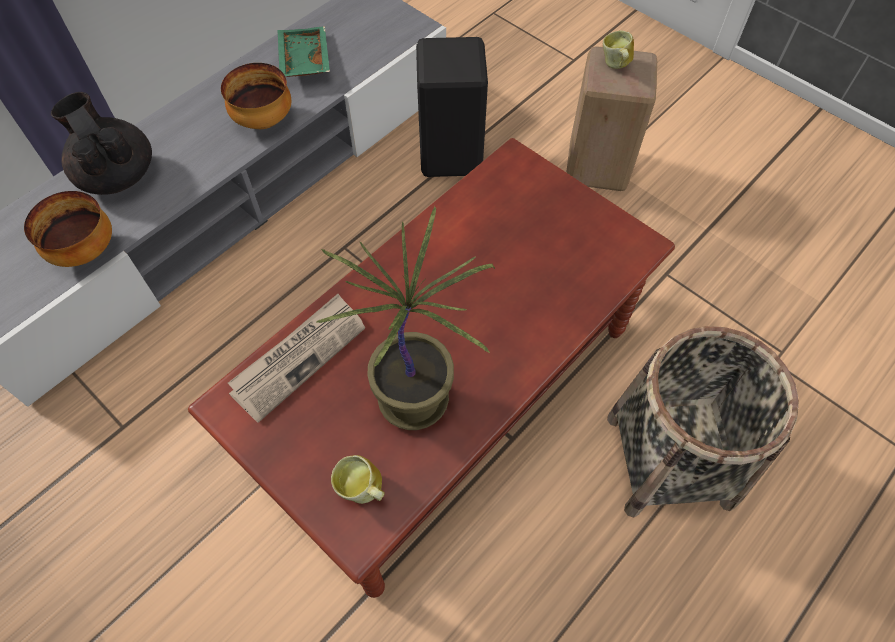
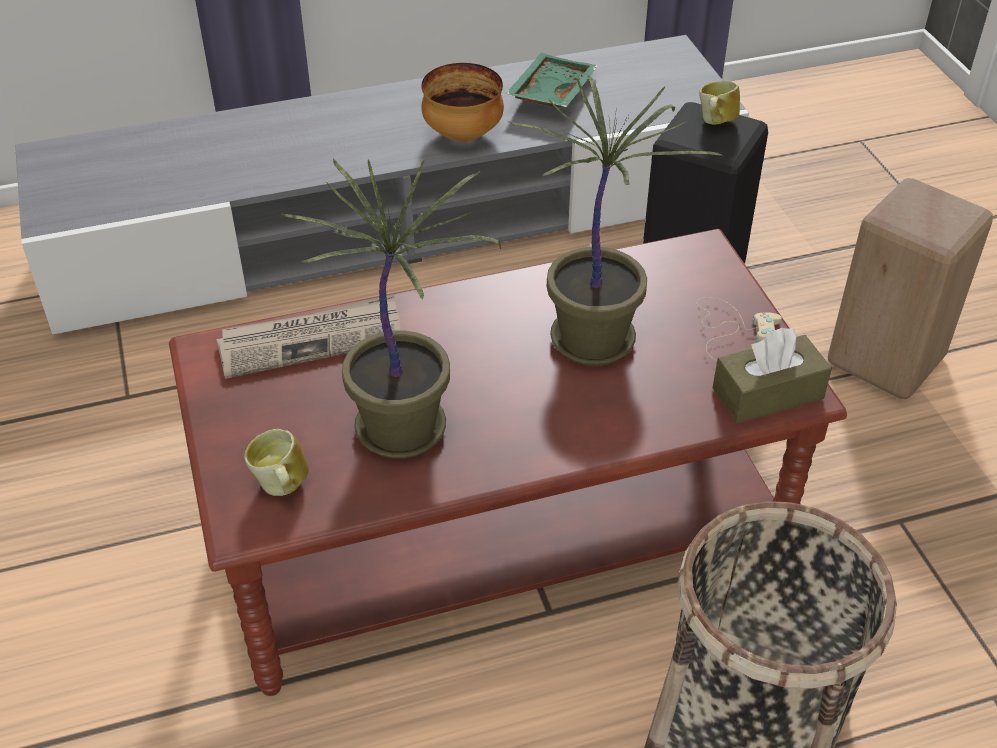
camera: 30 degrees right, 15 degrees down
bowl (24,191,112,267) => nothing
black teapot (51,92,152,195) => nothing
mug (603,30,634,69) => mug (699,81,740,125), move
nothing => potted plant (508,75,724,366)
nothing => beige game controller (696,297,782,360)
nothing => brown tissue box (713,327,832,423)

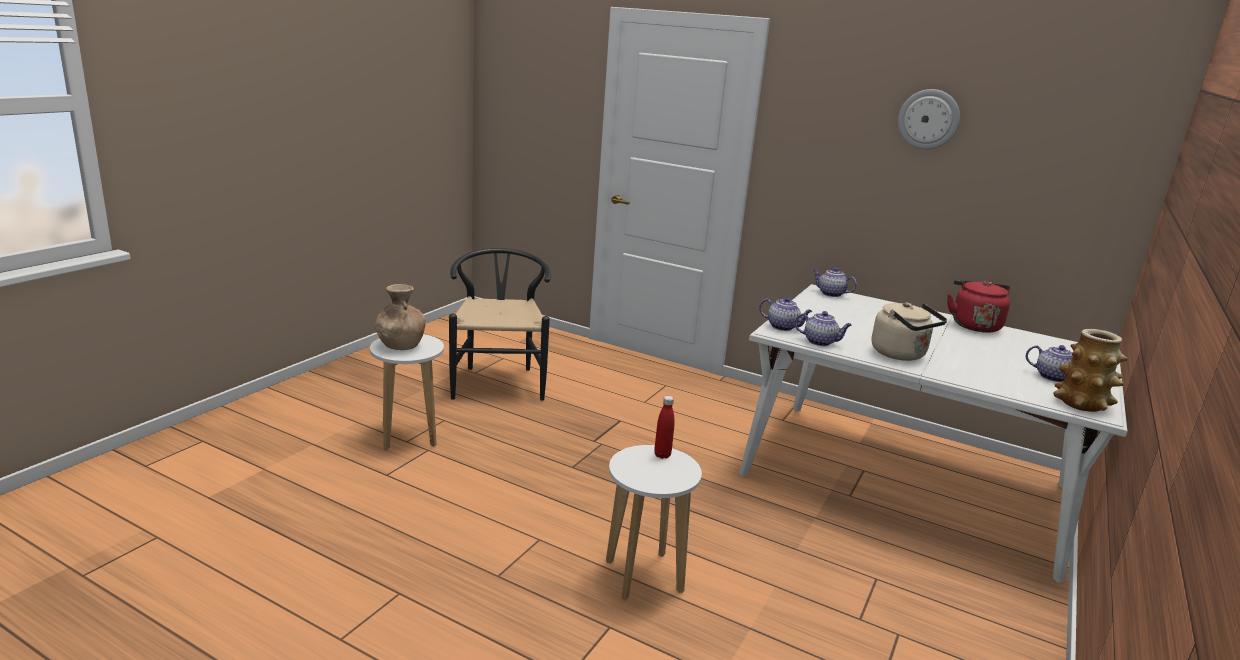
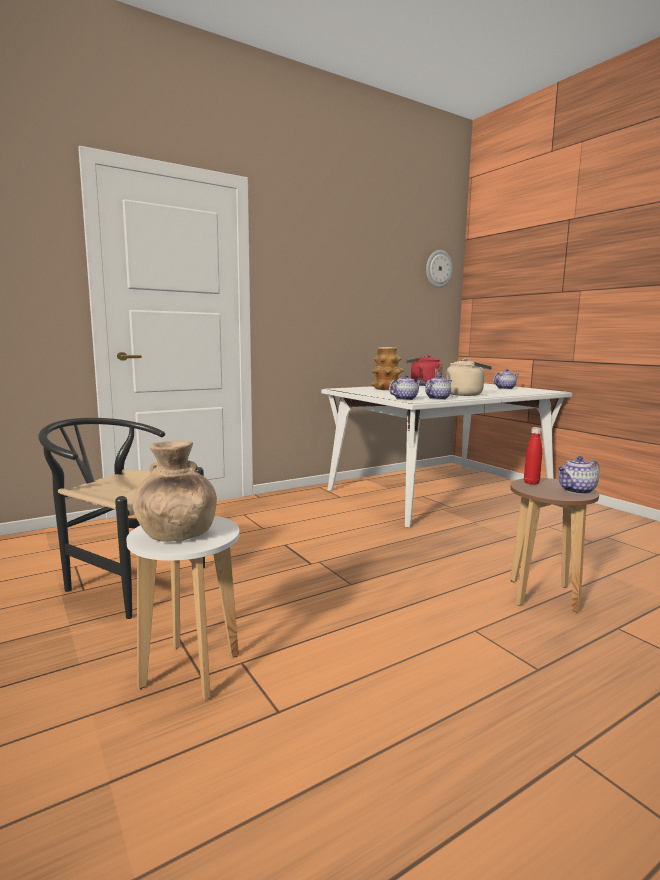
camera: 60 degrees left, 10 degrees down
white stool (606,445,702,601) => brown stool (510,478,599,613)
teapot (813,267,857,297) => teapot (558,456,600,494), move
wall clock (898,89,960,150) => wall clock (426,250,453,288), move
vase (1053,329,1127,412) => vase (371,347,404,390), move

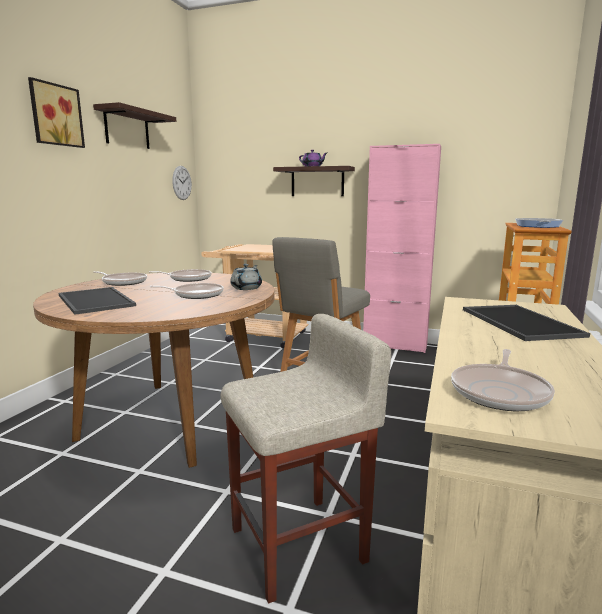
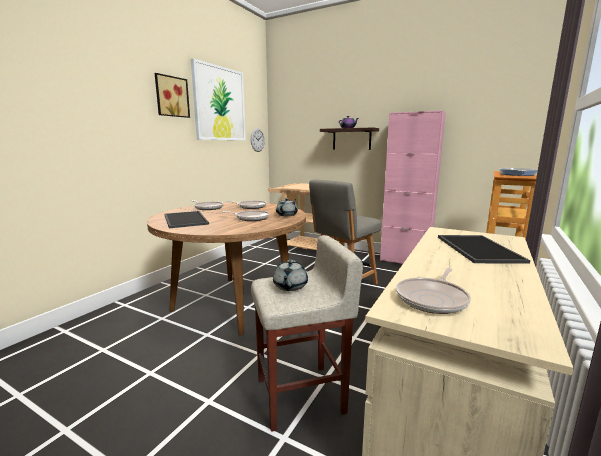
camera: 10 degrees right, 0 degrees up
shelf (93,102,176,149) => picture (191,59,246,140)
nothing => grey teapot (273,260,308,291)

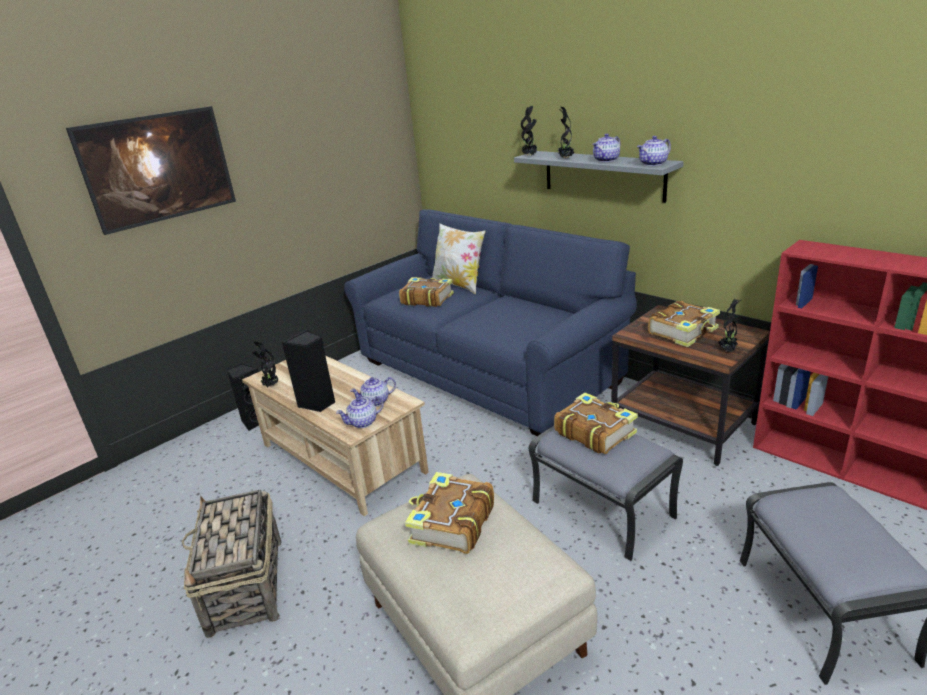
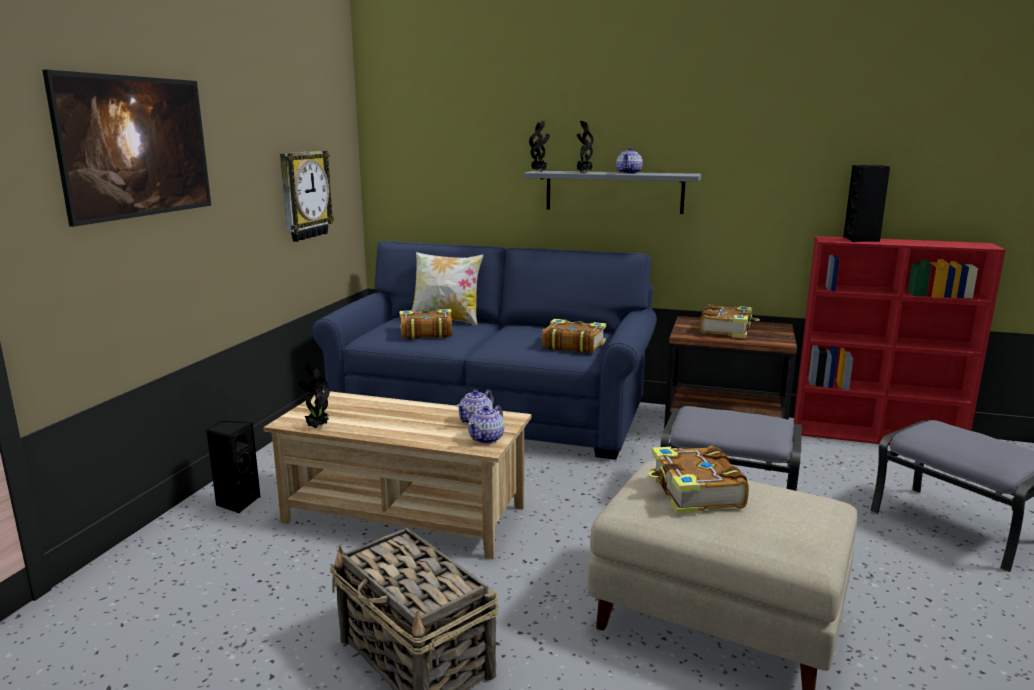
camera: 30 degrees left, 10 degrees down
black speaker (282,330,335,412) => black speaker (843,165,890,242), move
book (554,393,638,454) => book (542,319,606,354), move
teapot (637,136,671,166) => nothing
potted plant (718,299,742,352) => nothing
nothing => wall clock (280,151,334,242)

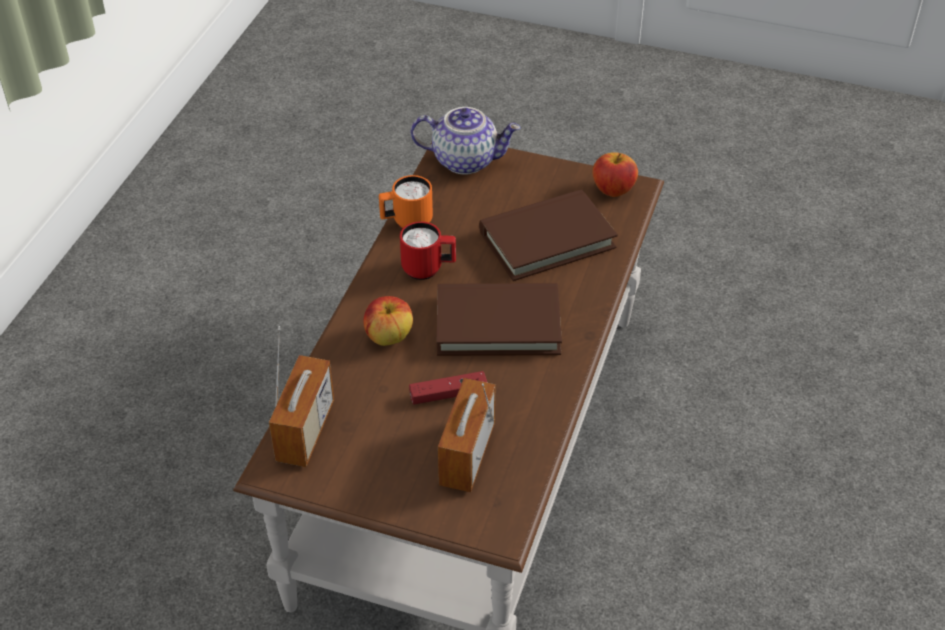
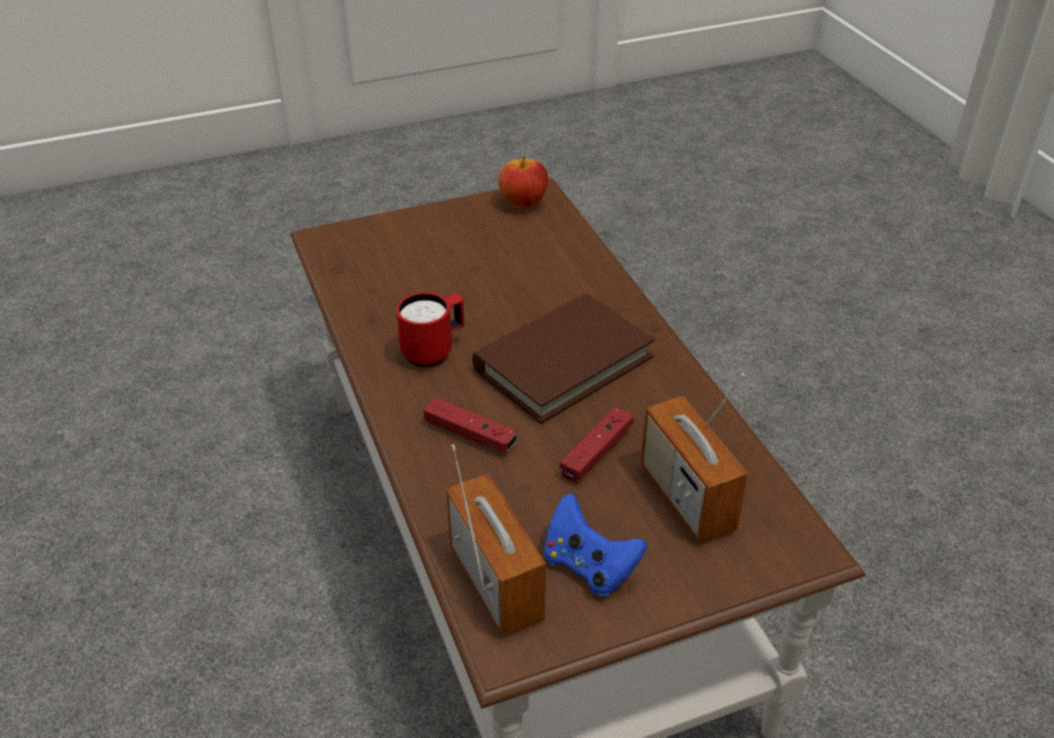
camera: 40 degrees left, 5 degrees down
apple (364,296,413,346) => red game controller (424,398,517,453)
orange mug (379,175,433,229) => nothing
teapot (411,107,521,175) => nothing
brown book (479,189,618,281) => nothing
nothing => blue game controller (544,494,647,596)

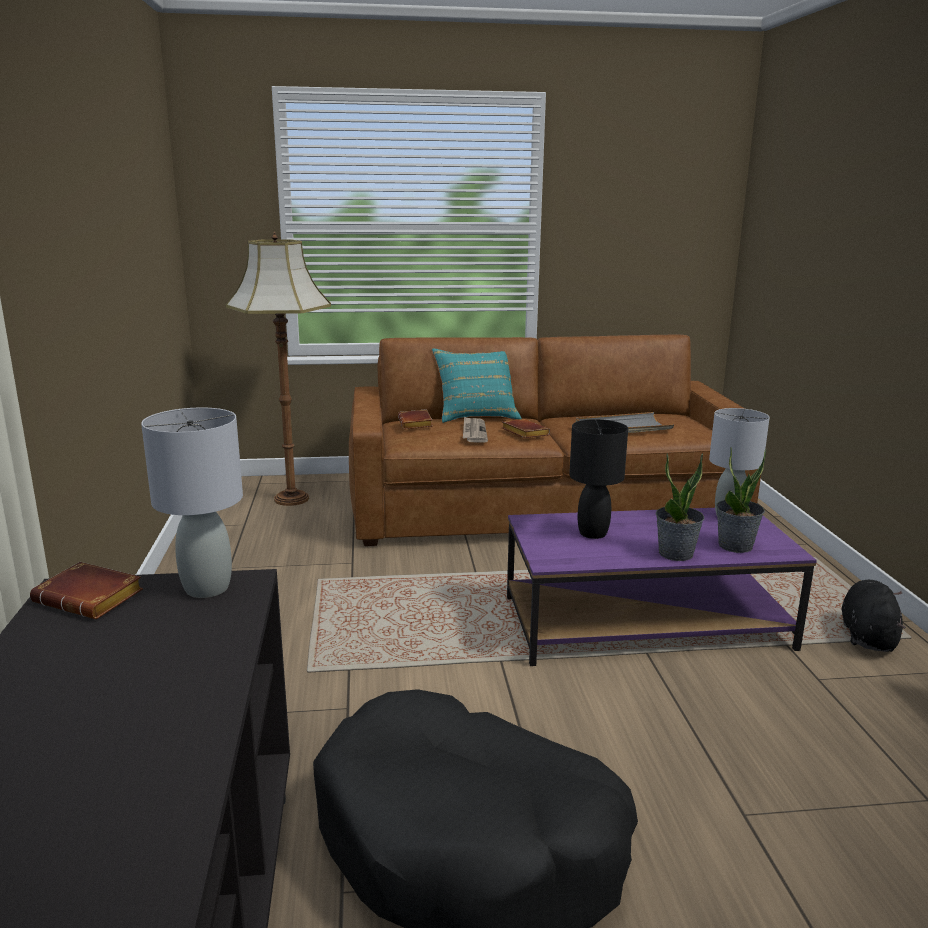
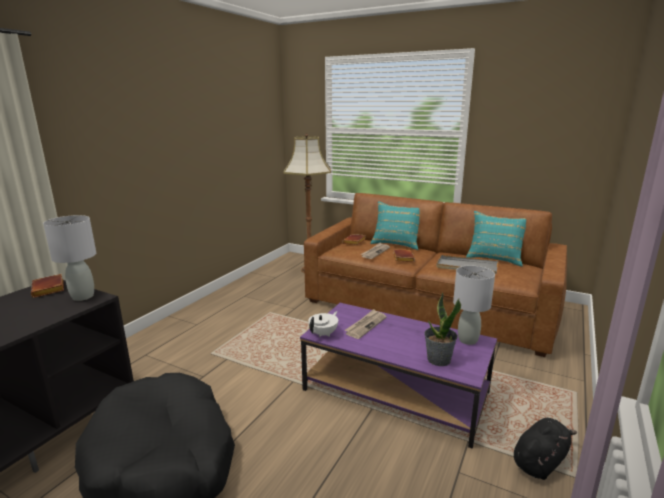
camera: 35 degrees right, 0 degrees up
black table lamp (569,419,628,539) => newspaper (344,309,386,339)
potted plant (656,453,704,561) => nothing
nothing => white teapot (308,311,338,337)
nothing => turquoise pillow (466,211,526,267)

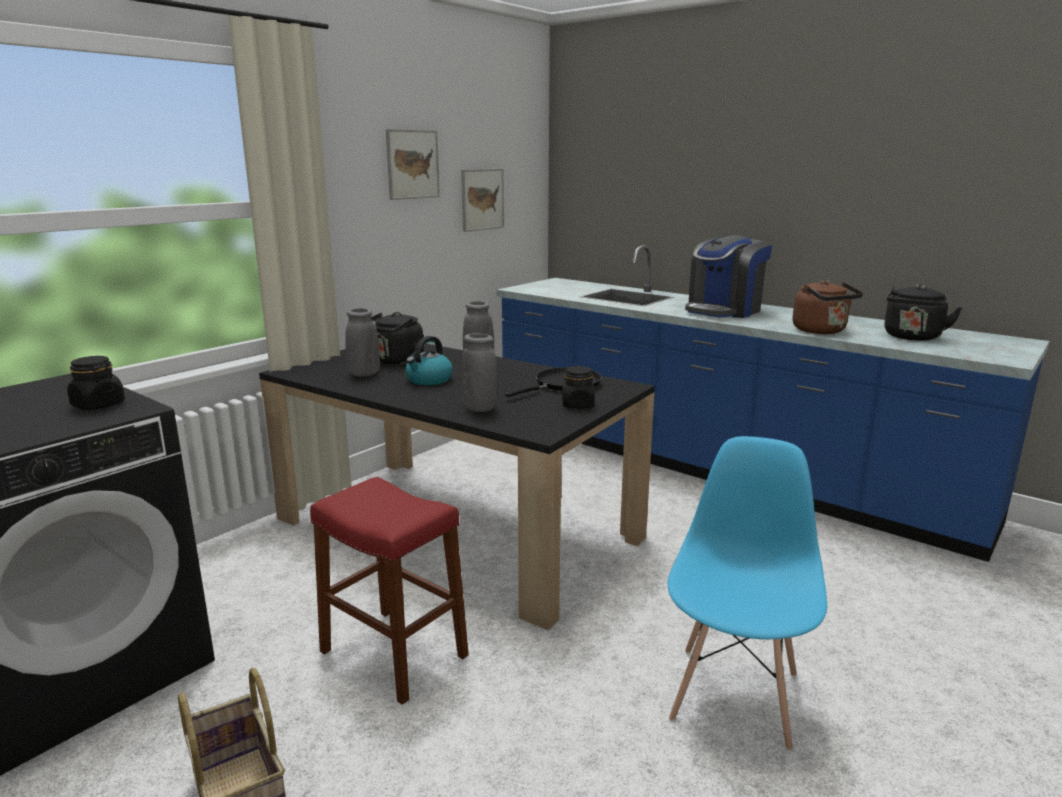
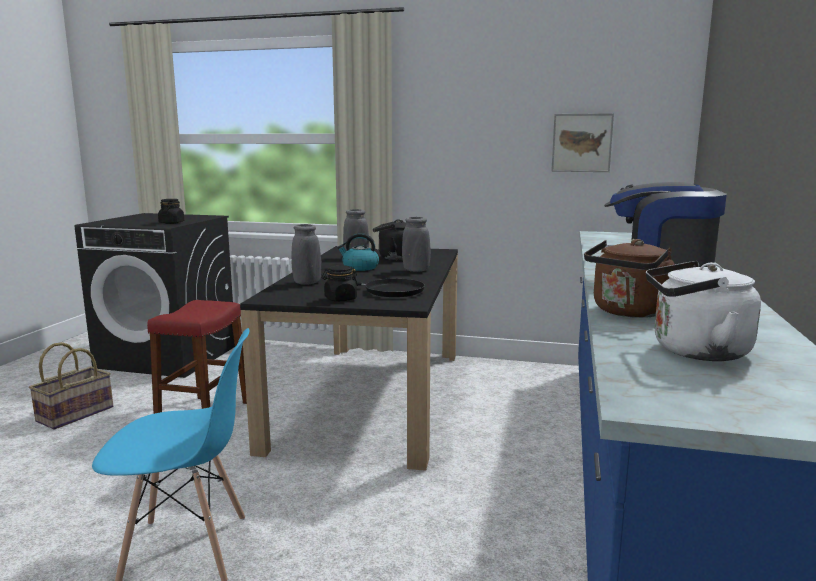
camera: 65 degrees right, 5 degrees down
picture (386,129,440,200) => nothing
black kettle (885,285,963,341) => white kettle (646,261,761,361)

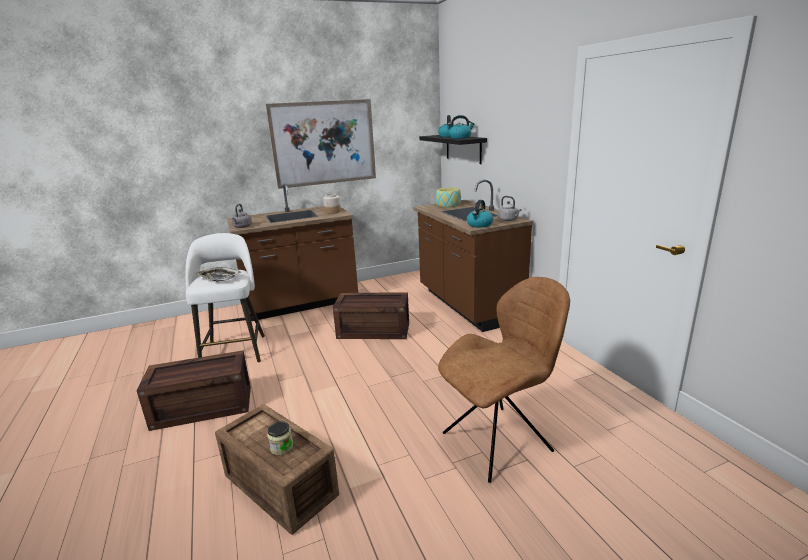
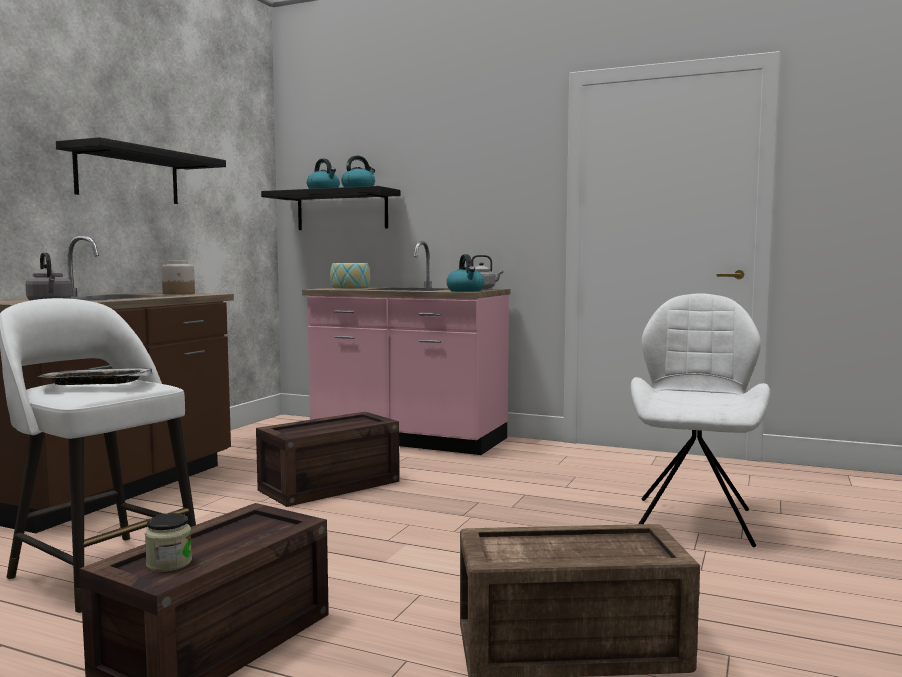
camera: 45 degrees left, 15 degrees down
picture (266,99,376,189) => black shelf (56,137,226,204)
jar (267,421,293,455) => jar (145,513,192,572), move
brown counter (413,179,533,332) => pink counter (302,241,511,455)
brown chair (438,277,570,483) => white chair (630,293,770,547)

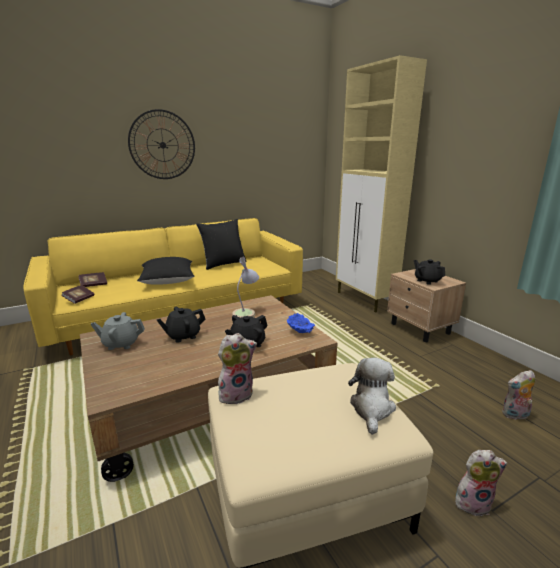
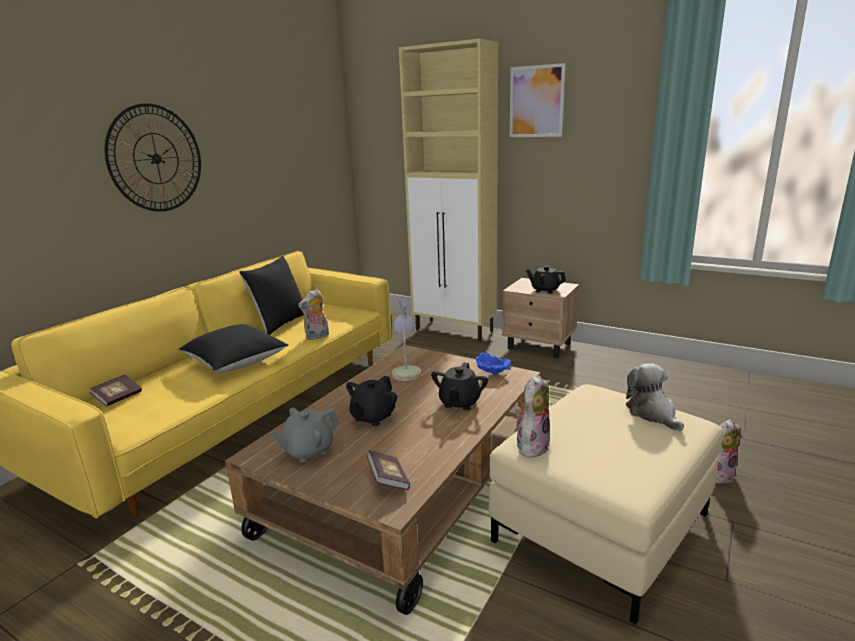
camera: 30 degrees left, 0 degrees up
book (61,285,94,304) => book (367,450,410,490), move
plush toy (502,370,535,420) => plush toy (298,289,329,340), move
nothing => picture (510,63,566,137)

